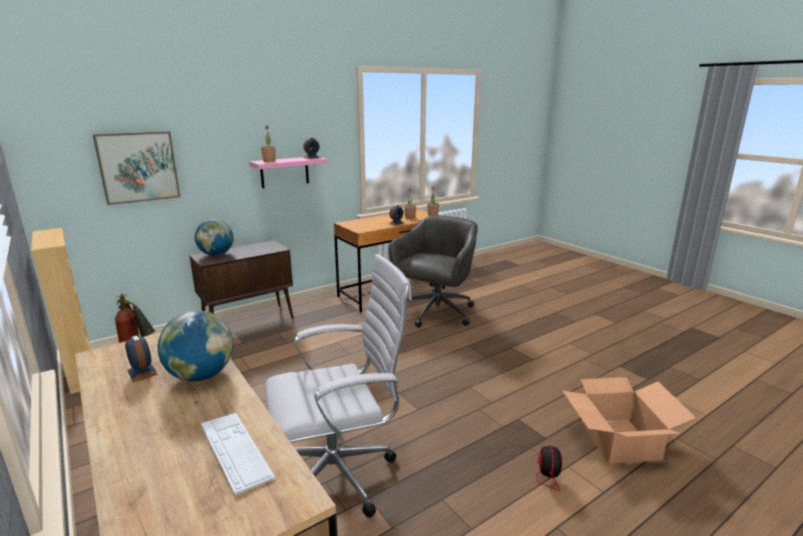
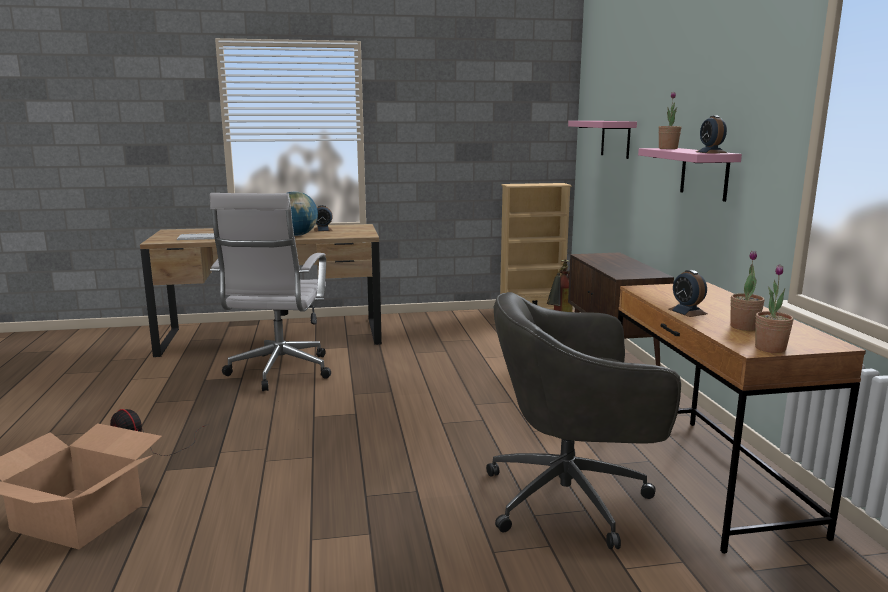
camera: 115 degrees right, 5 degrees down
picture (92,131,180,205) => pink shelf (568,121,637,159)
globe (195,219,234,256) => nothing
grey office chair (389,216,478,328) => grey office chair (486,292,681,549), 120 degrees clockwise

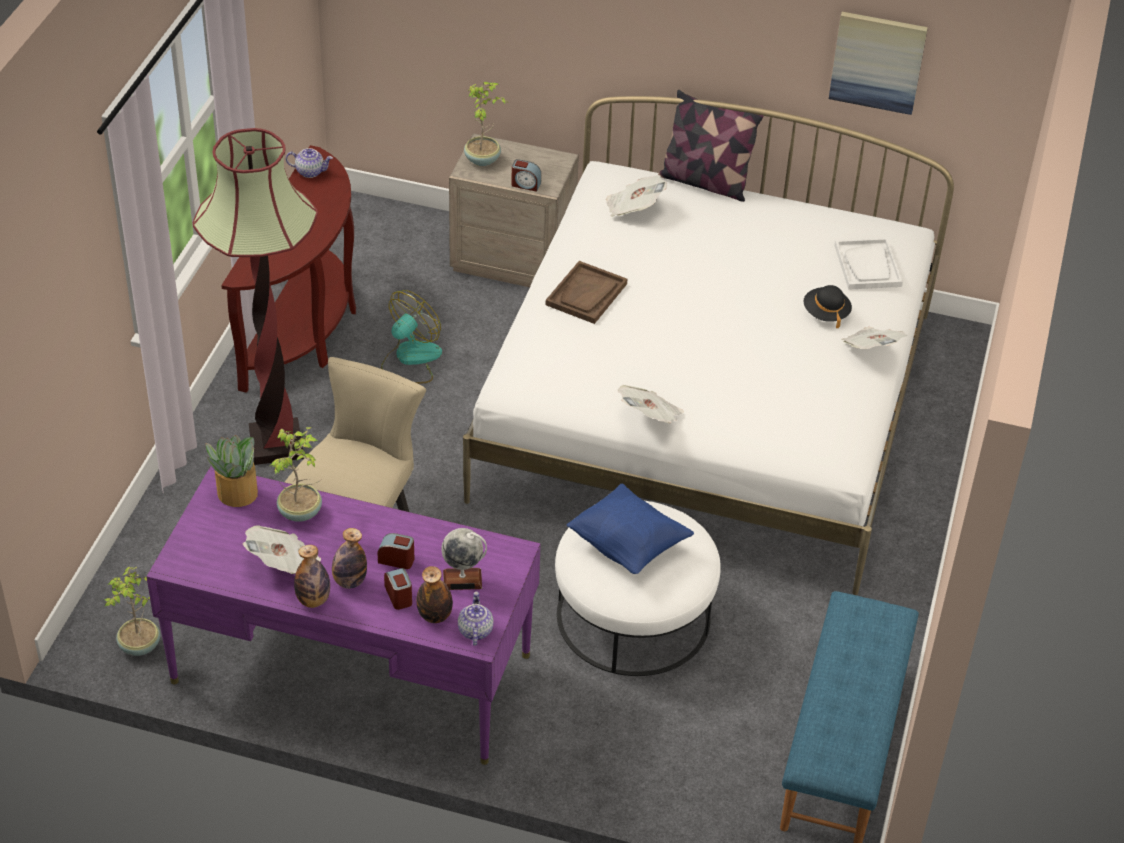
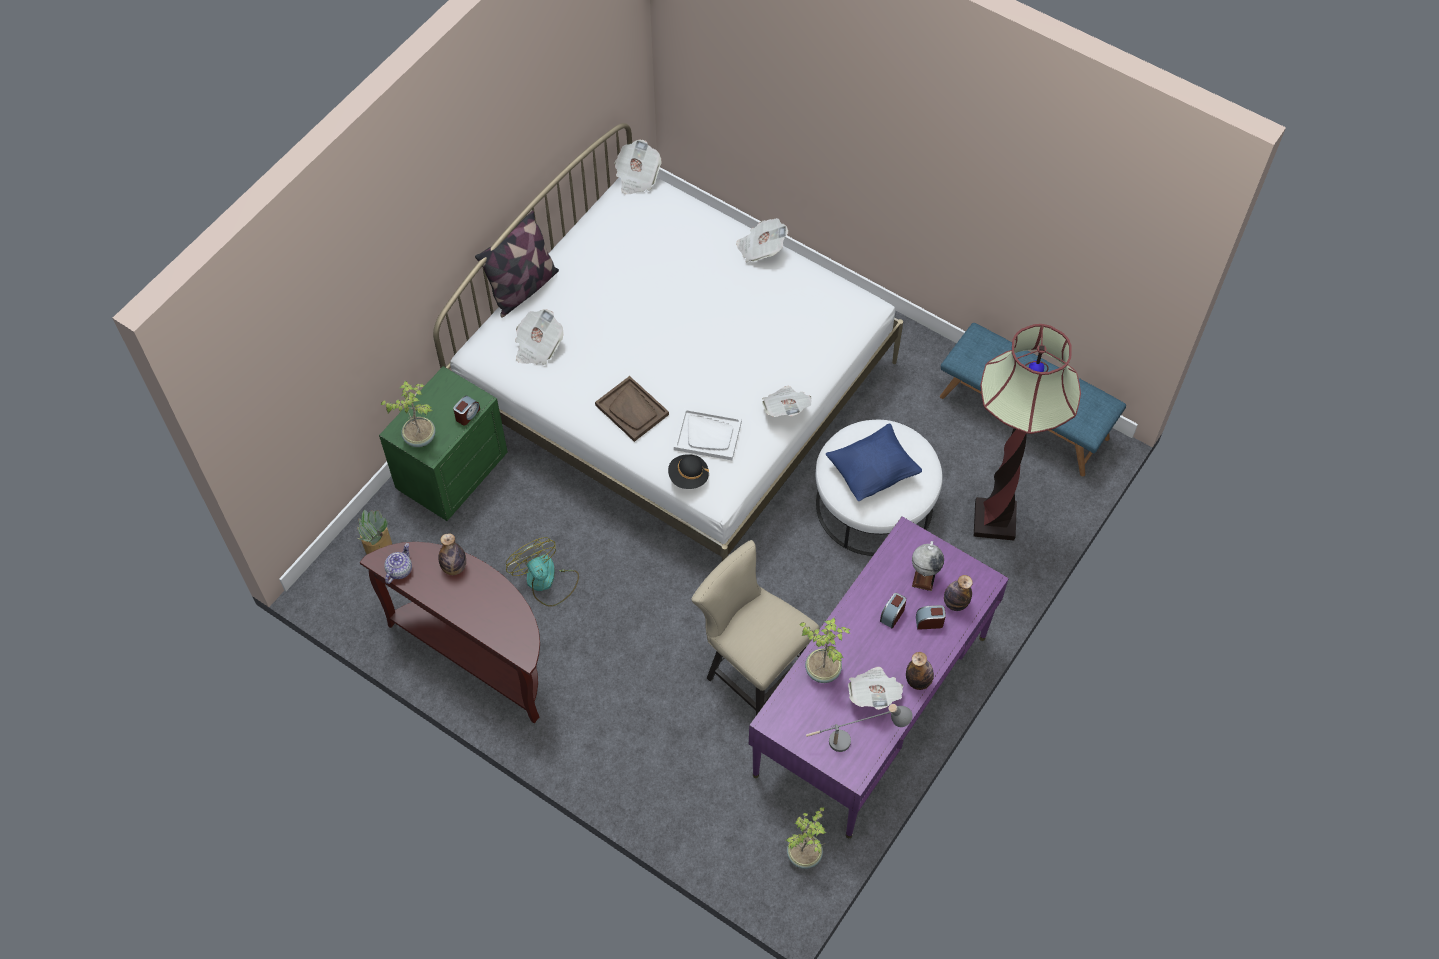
camera: 70 degrees left, 15 degrees up
floor lamp (193,128,318,465) => floor lamp (974,324,1081,540), move
potted plant (206,435,258,507) => potted plant (357,510,392,554), move
bottle (332,528,367,589) => bottle (438,533,466,575), move
beige nightstand (449,133,579,287) => green nightstand (379,366,508,521)
teapot (458,592,494,646) => nothing
black hat (803,285,852,328) => black hat (668,454,709,489), move
picture (829,12,928,115) => nothing
white tray (834,237,903,290) => white tray (674,408,742,460), move
nothing => newspaper (614,140,662,194)
nothing => grey table lamp (806,704,913,752)

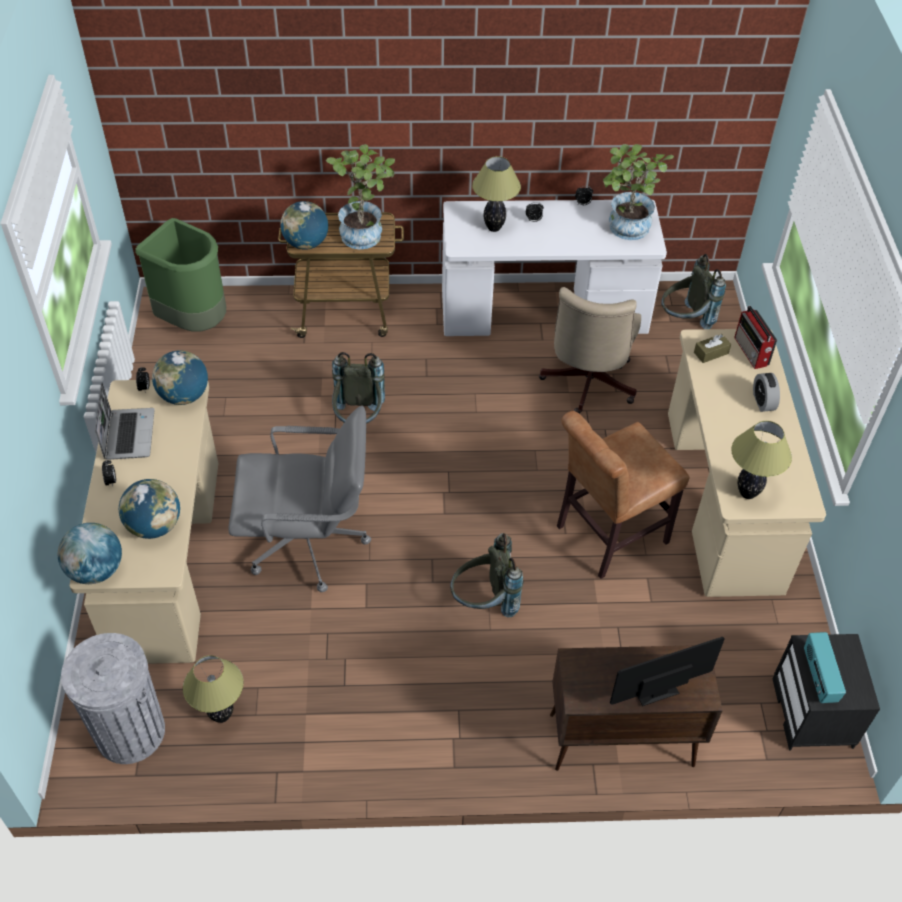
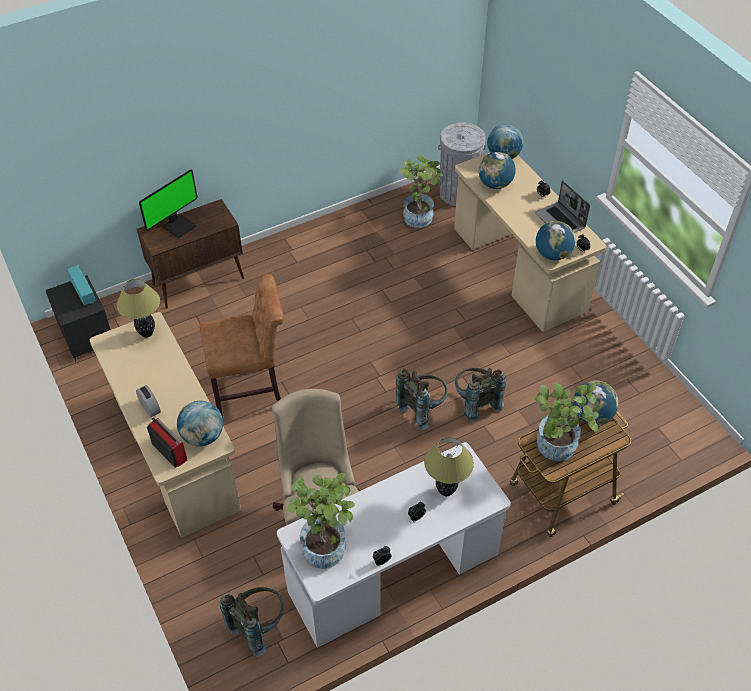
camera: 155 degrees right, 0 degrees up
green trash can (135,218,226,332) => nothing
table lamp (183,655,244,723) => potted plant (398,155,443,228)
grey office chair (228,406,371,592) => nothing
grey backpack (450,533,523,618) => grey backpack (396,369,448,430), move
brown chair (557,411,689,579) => brown chair (199,274,284,418), 45 degrees clockwise
brown tissue box (694,334,731,363) => globe (177,401,223,446)

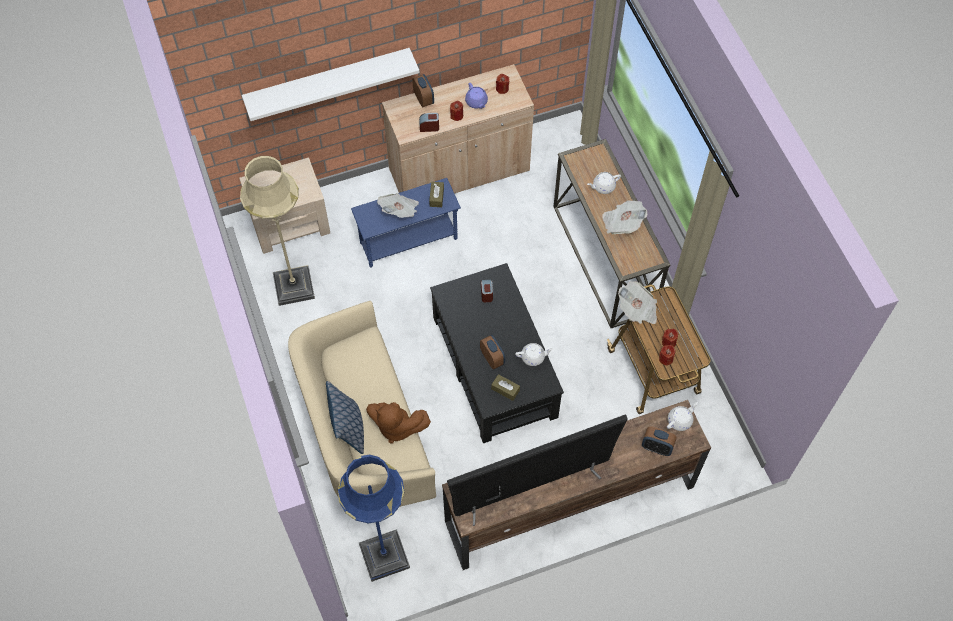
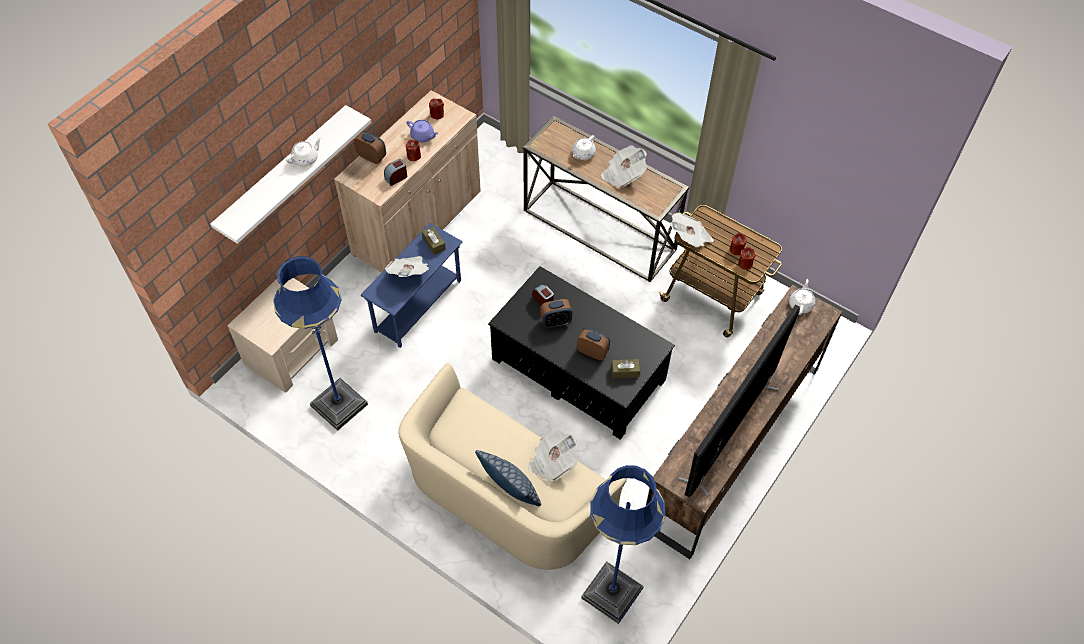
camera: 35 degrees left, 5 degrees down
beige floor lamp (240,156,315,306) => blue floor lamp (273,256,368,431)
brown plush toy (366,402,431,444) => newspaper (528,430,579,483)
white teapot (515,343,554,366) => white teapot (286,137,322,167), move
alarm clock (642,426,677,456) => alarm clock (540,299,572,328), move

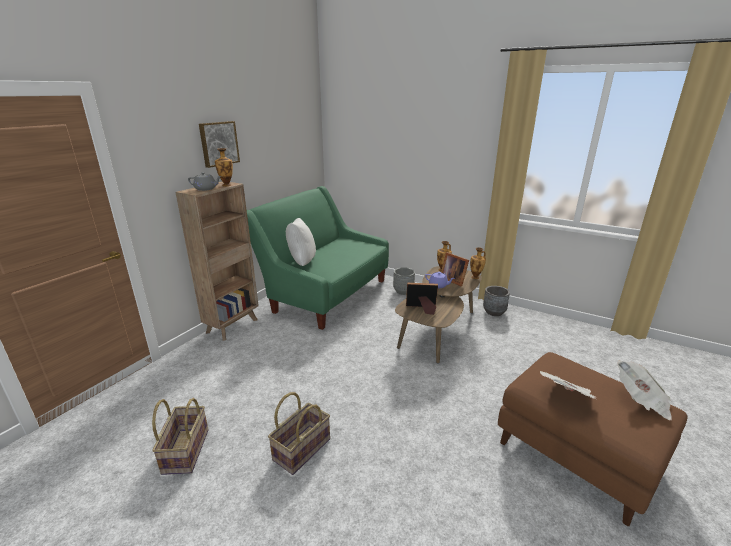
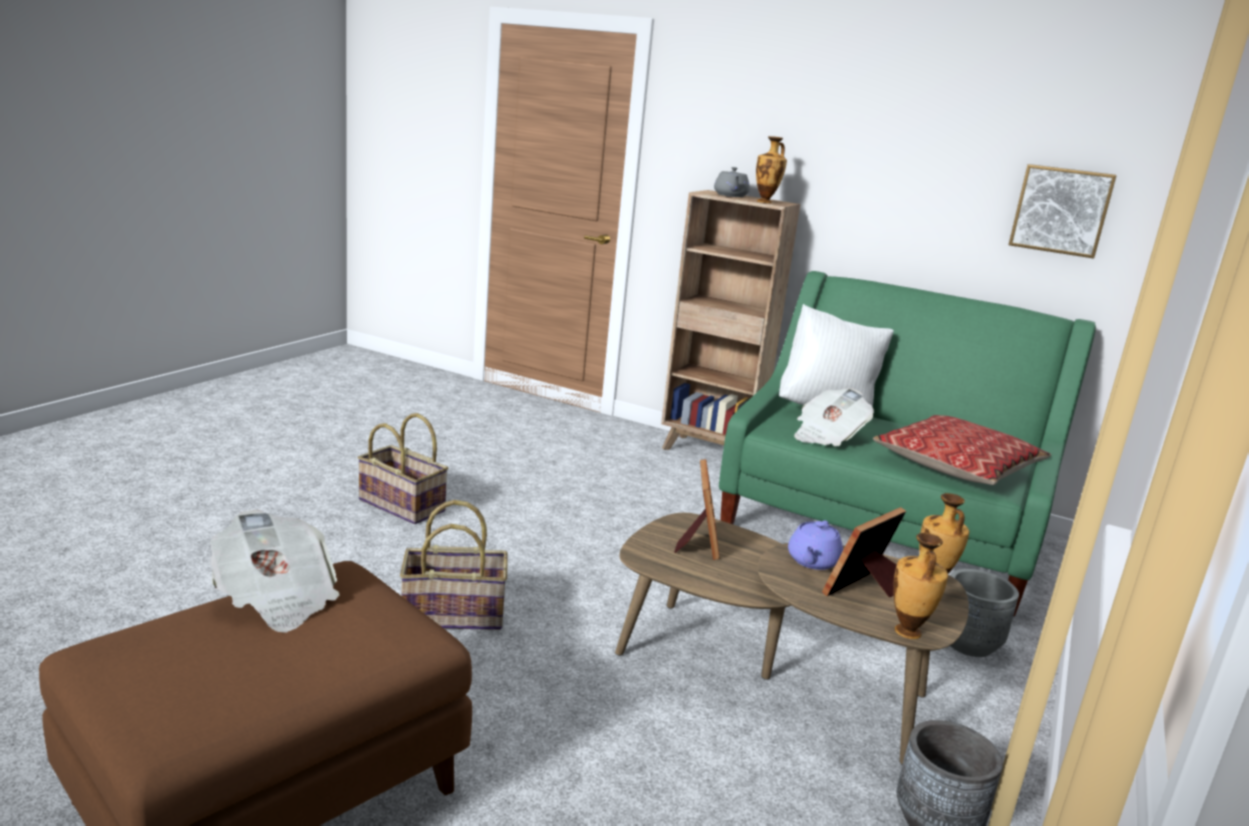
camera: 85 degrees right, 5 degrees down
basket (152,398,209,475) => basket (400,500,508,630), move
picture (199,121,240,168) => picture (1009,164,1117,258), move
newspaper (617,360,672,420) => newspaper (794,388,874,446), move
nothing => pillow (873,415,1051,485)

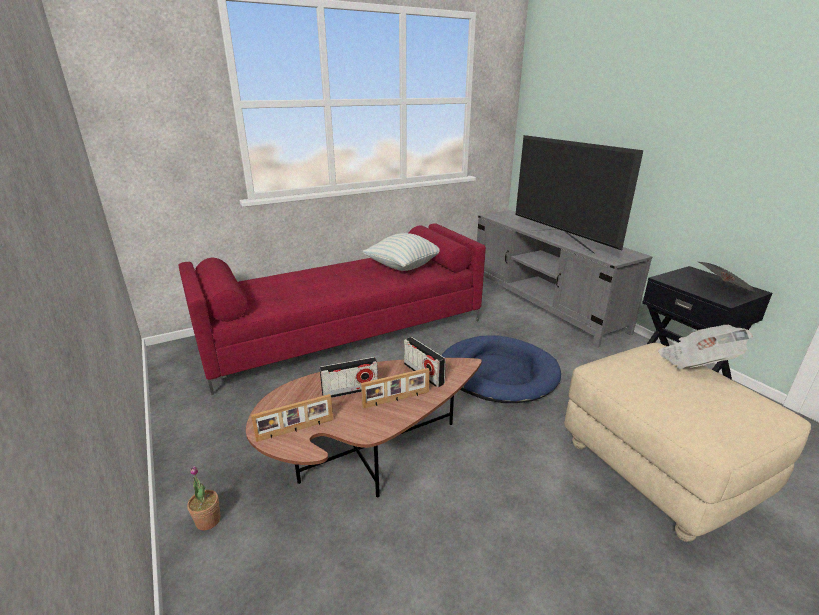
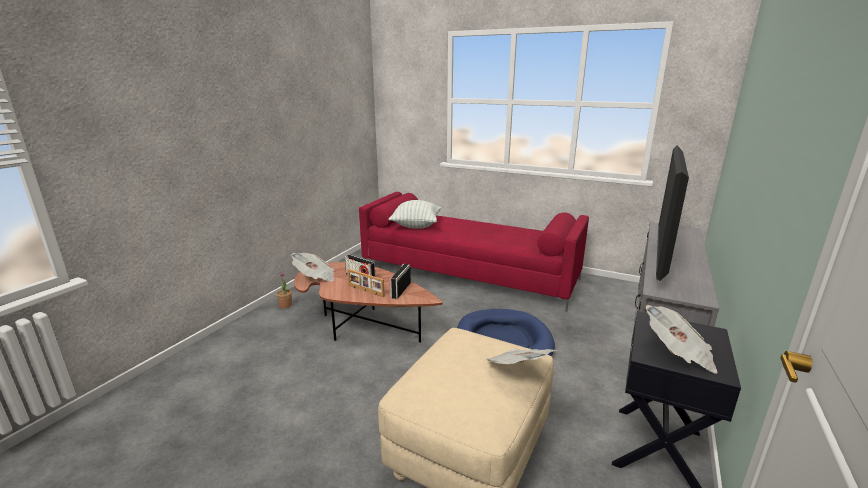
camera: 55 degrees right, 5 degrees down
picture frame (251,394,333,442) => newspaper (291,253,335,282)
pillow (362,233,440,271) => pillow (388,200,441,229), move

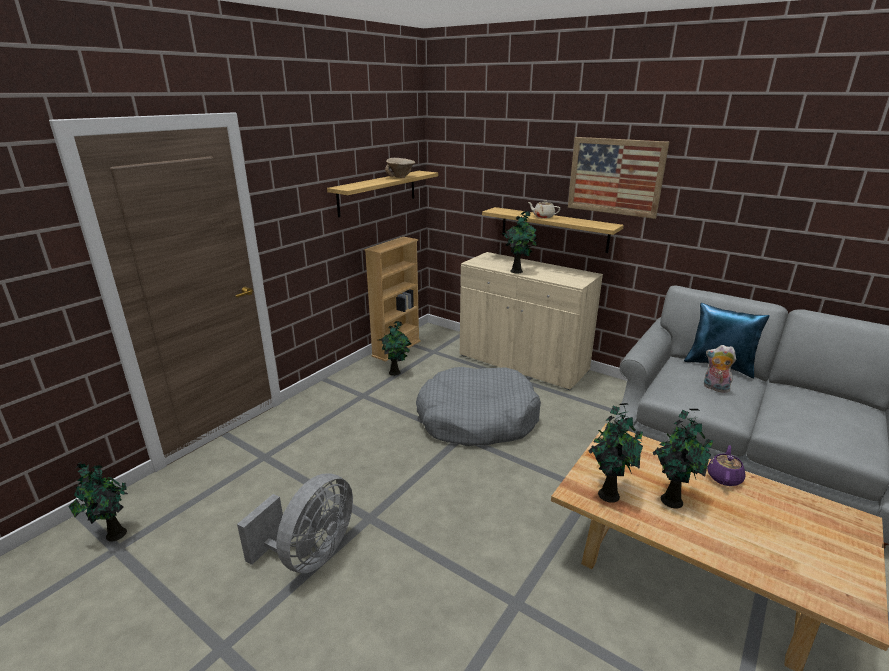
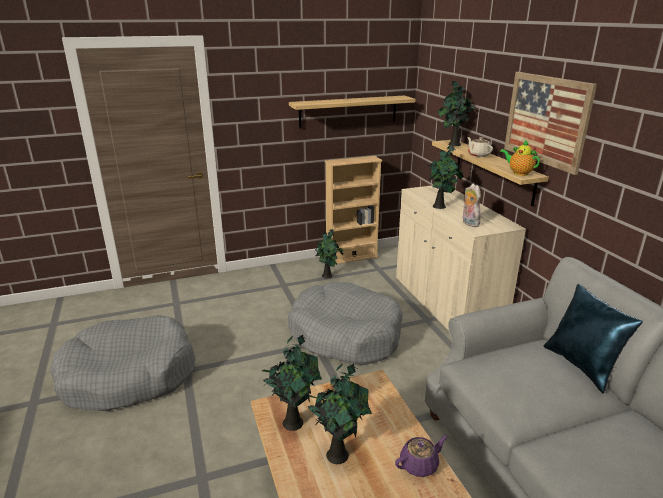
camera: 35 degrees right, 0 degrees up
potted plant (68,461,128,542) => potted plant (438,81,476,146), move
grey fan (237,473,353,573) => grey dog bed (50,315,195,411)
beige bowl (385,158,416,178) => nothing
plush toy (704,345,736,393) => plush toy (463,184,481,227), move
nothing => teapot (500,139,540,176)

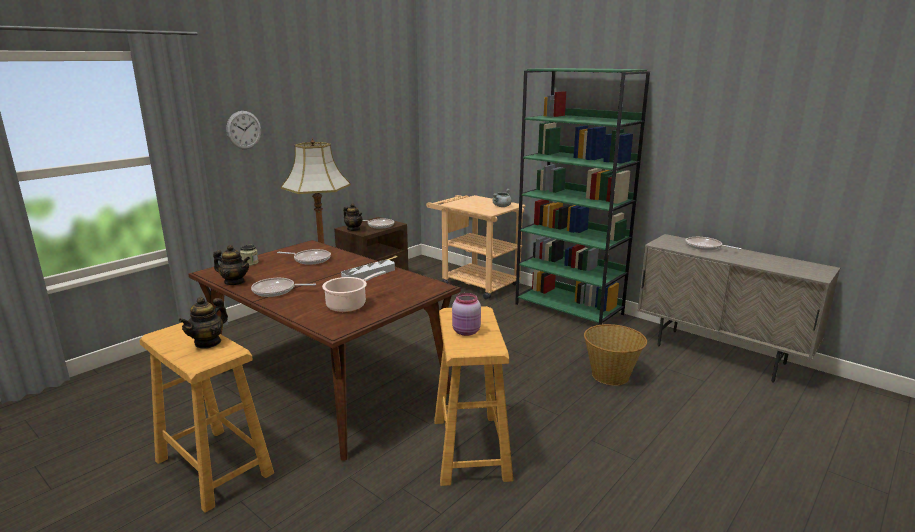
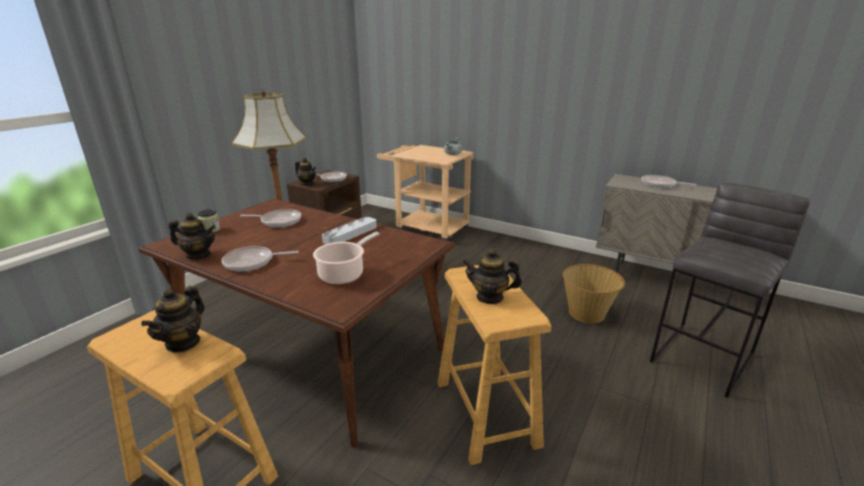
camera: 10 degrees left, 5 degrees up
wall clock (226,111,261,149) => nothing
pink jar (452,293,481,336) => teapot (463,249,522,304)
green bookcase (515,68,650,325) => nothing
nothing => grey stool (650,182,810,398)

